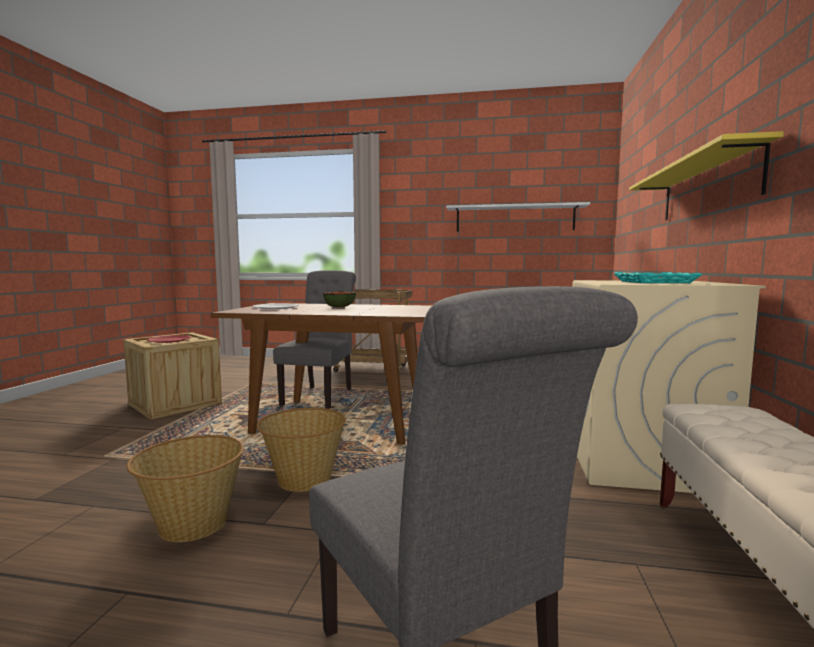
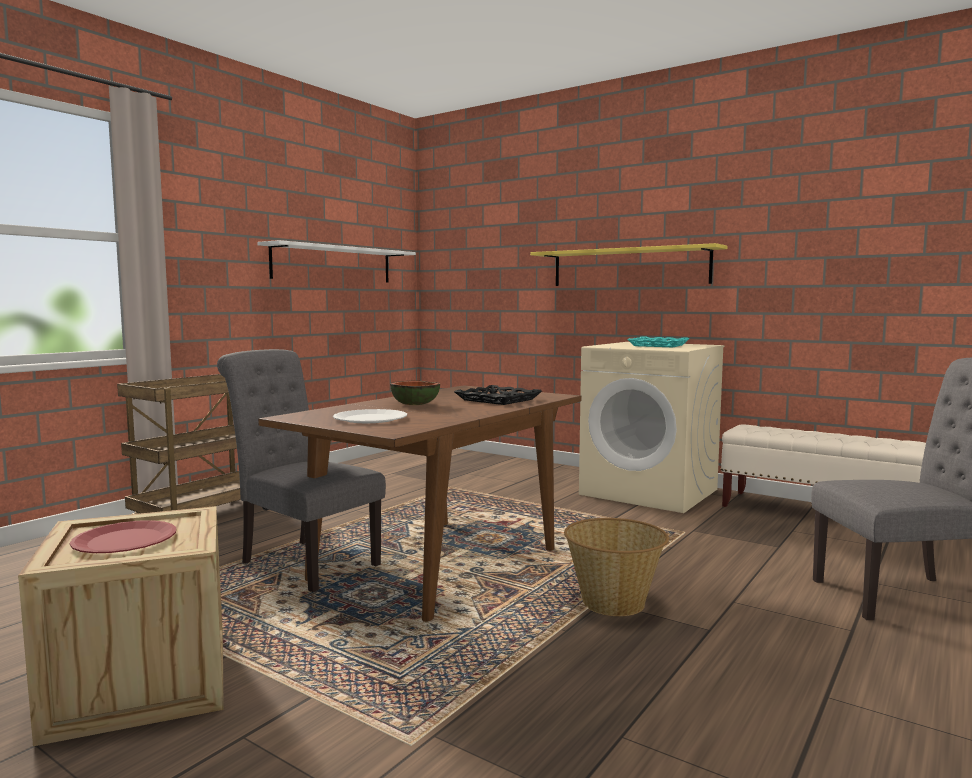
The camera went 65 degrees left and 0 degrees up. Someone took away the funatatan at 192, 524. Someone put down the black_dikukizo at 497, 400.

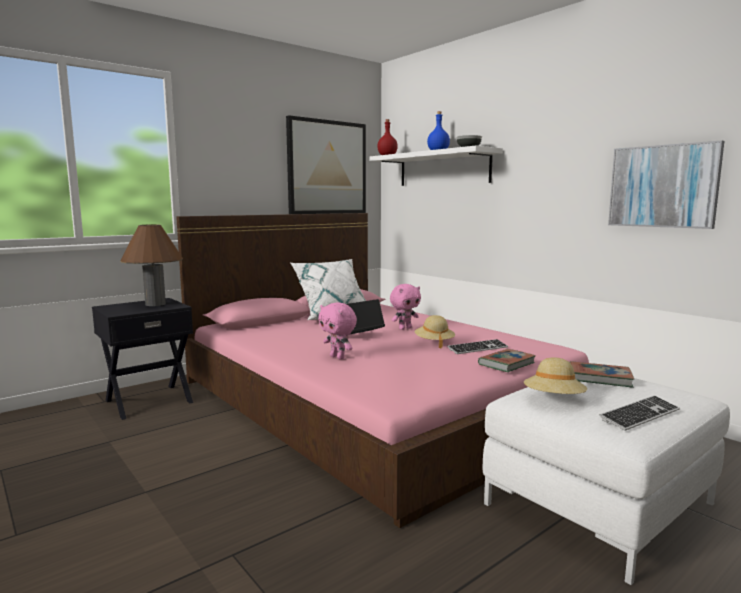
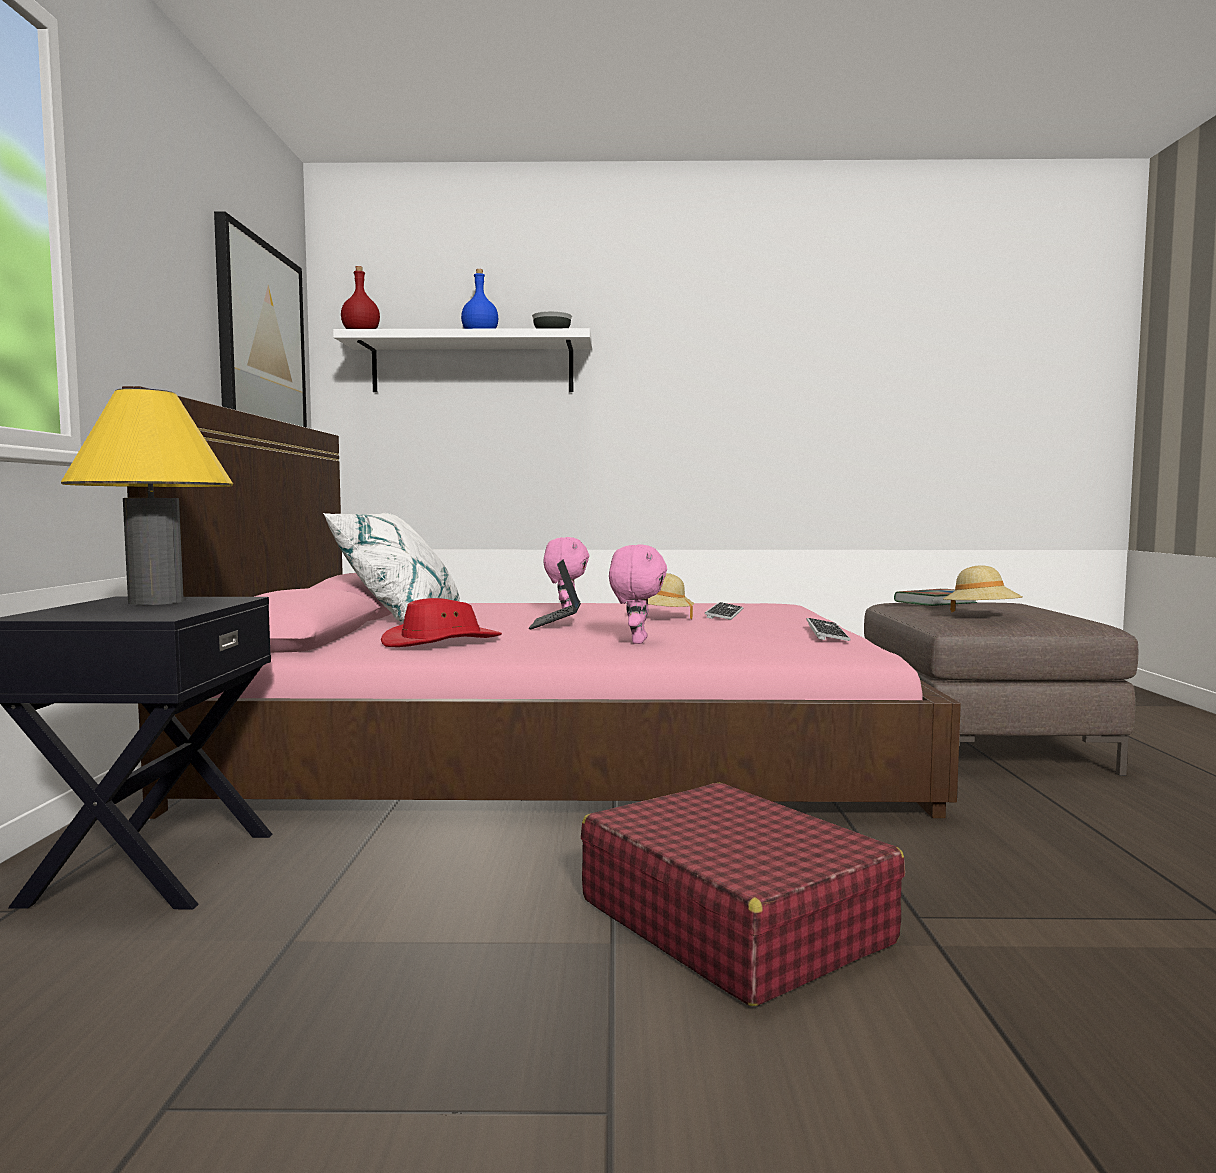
The camera went 50 degrees left and 5 degrees down. Someone took away the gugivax at 663, 186. Someone repainted the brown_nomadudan at 155, 304, which became the yellow_nomadudan at 156, 602. Someone rotated the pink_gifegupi at 338, 357 by 75 degrees counterclockwise. Someone took away the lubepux at 506, 364. Someone repainted the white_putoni at 598, 503, which became the brown_putoni at 978, 742. Someone carried the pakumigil from 640, 415 to 827, 632. Someone put down the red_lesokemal at 441, 642. Someone put down the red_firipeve at 732, 921.

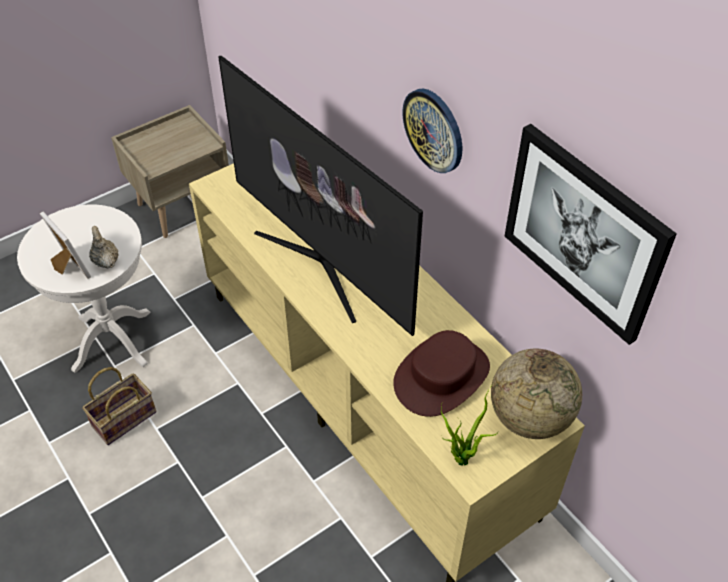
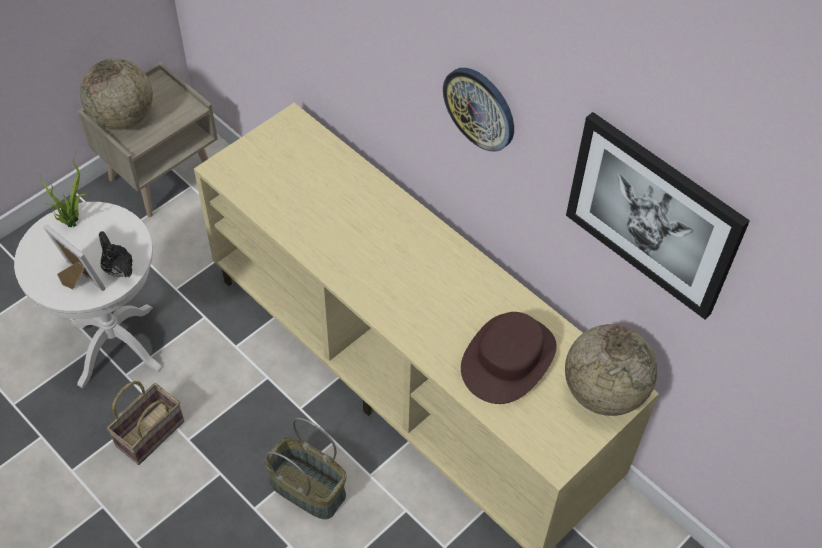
The camera went 10 degrees left and 5 degrees up. Someone took away the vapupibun at 321, 263. Someone repainted the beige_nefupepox at 106, 261, which became the black_nefupepox at 118, 268. Someone carried the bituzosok from 461, 456 to 71, 220. Someone put down the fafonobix at 123, 118. Someone put down the funatatan at 309, 488.

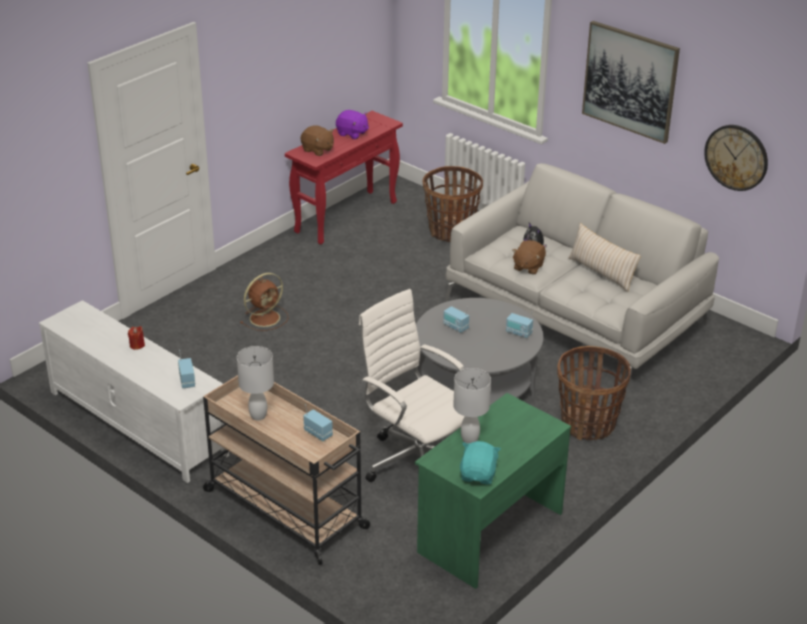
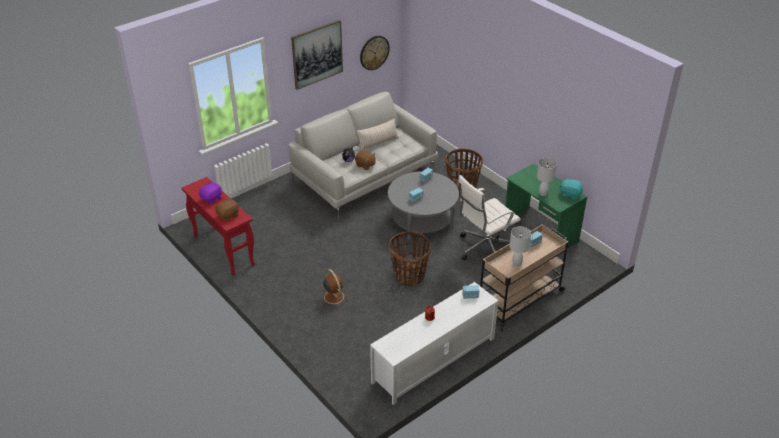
The camera went 80 degrees left and 5 degrees up. Someone carried the funatatan from 451, 231 to 409, 275.

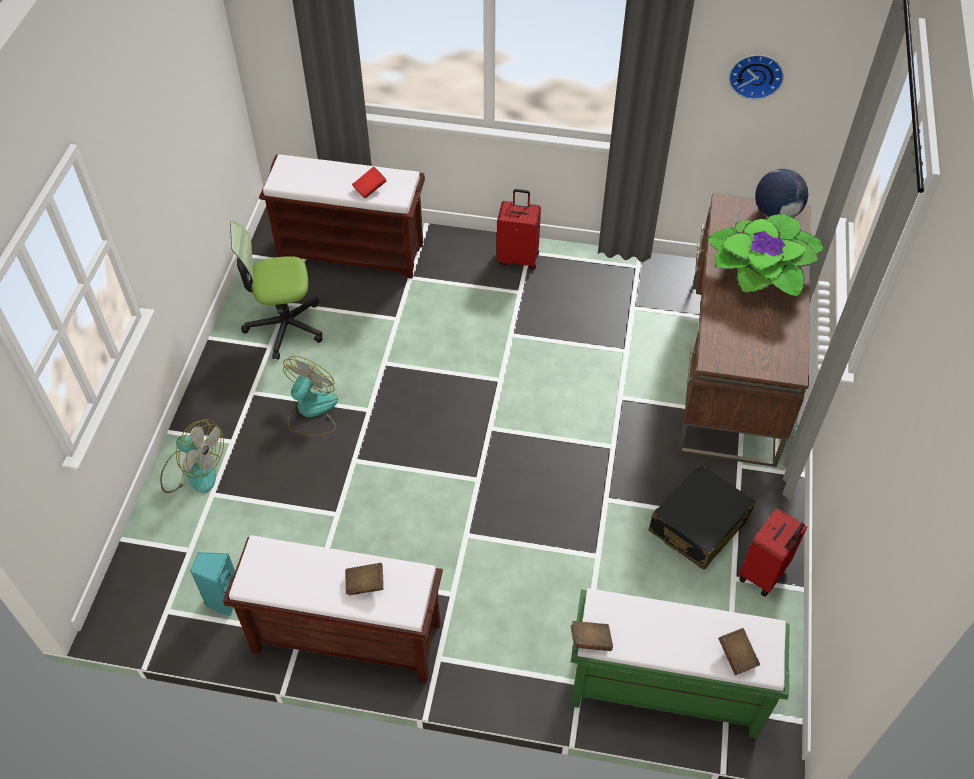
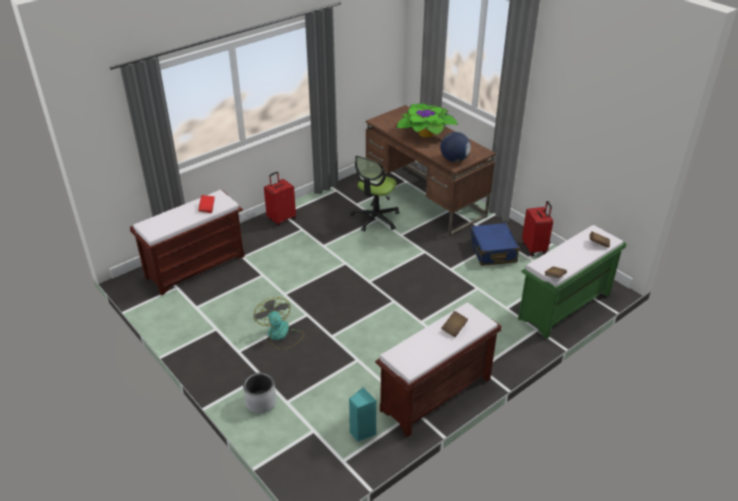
The camera went 50 degrees left and 15 degrees down. Someone took away the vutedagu at 756, 74. Someone carried the fafonobix from 775, 213 to 454, 160. Someone carried the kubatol from 285, 326 to 375, 219. Someone swapped the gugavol at 193, 470 for the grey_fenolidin at 261, 402. Someone repainted the black_firipeve at 698, 525, which became the blue_firipeve at 492, 251.

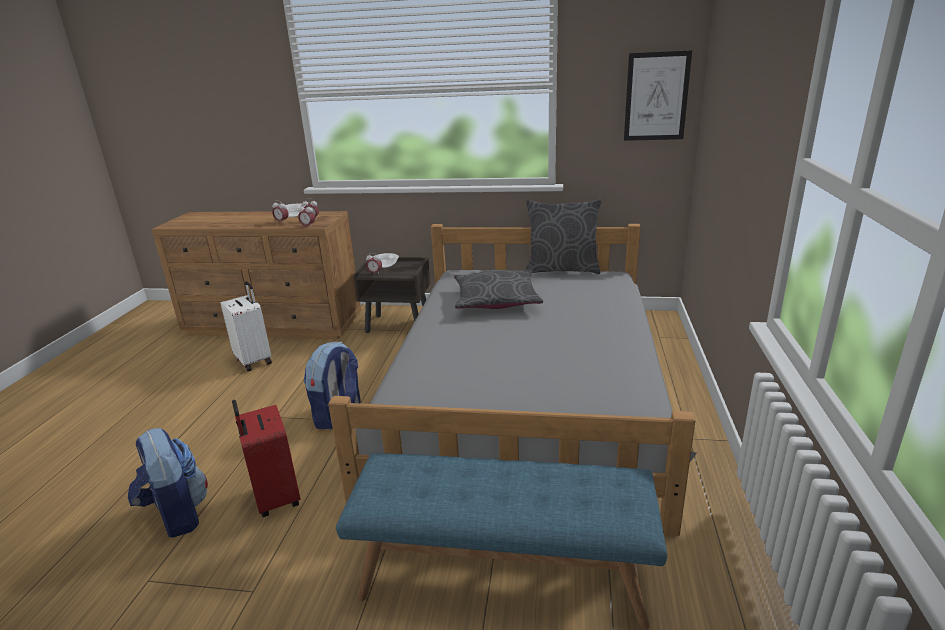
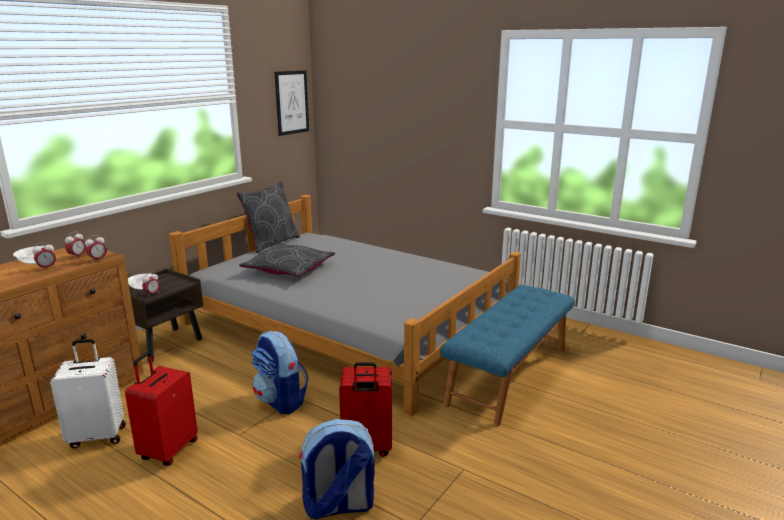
The camera went 65 degrees left and 5 degrees down. Someone put down the red_firipeve at 168, 450.

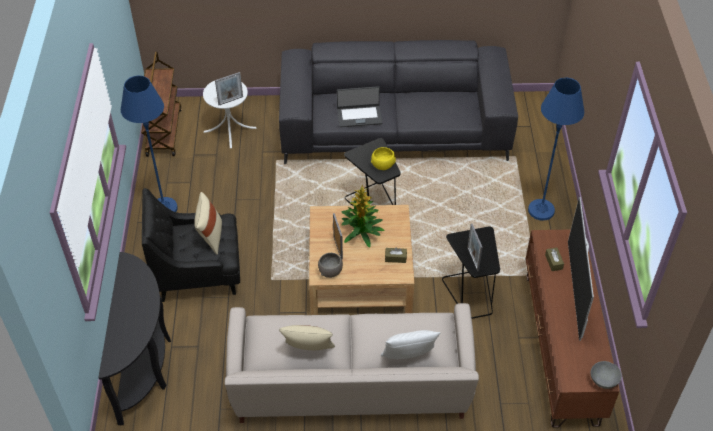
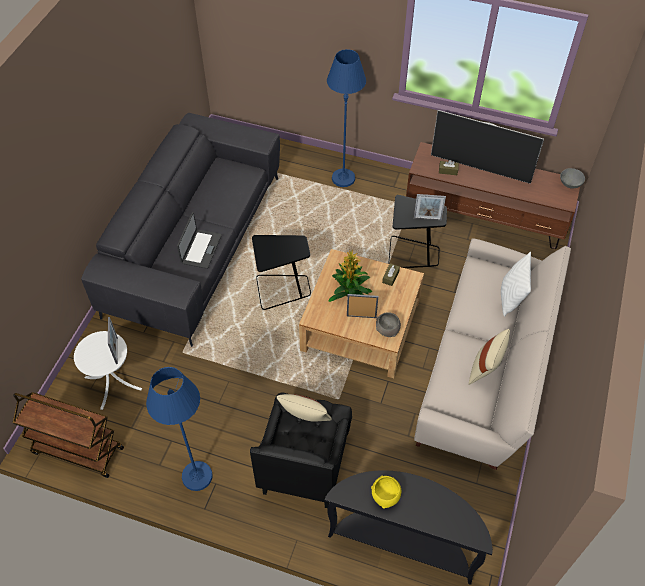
The camera went 70 degrees left and 5 degrees up. Someone carried the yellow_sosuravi from 383, 165 to 385, 496.

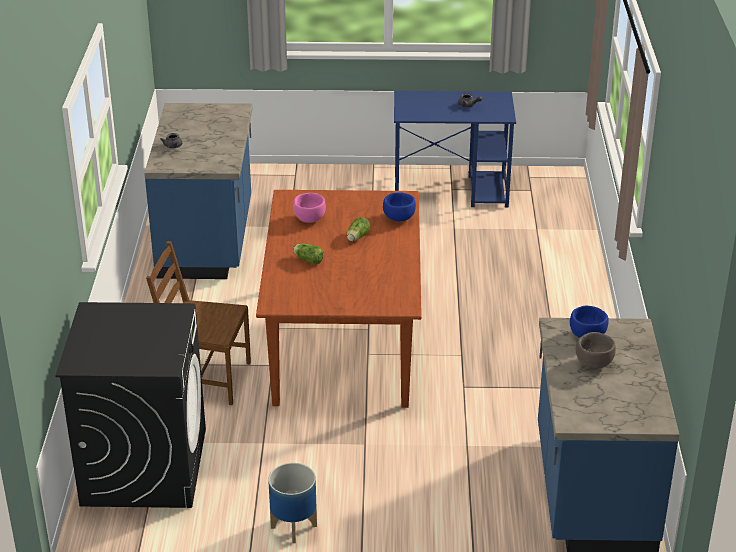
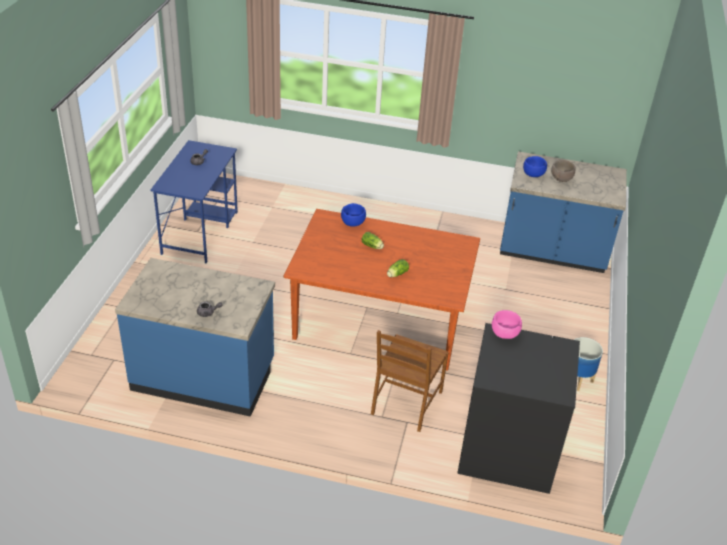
The camera went 80 degrees left and 5 degrees up. Someone carried the pink_sosuravi from 309, 219 to 504, 334.

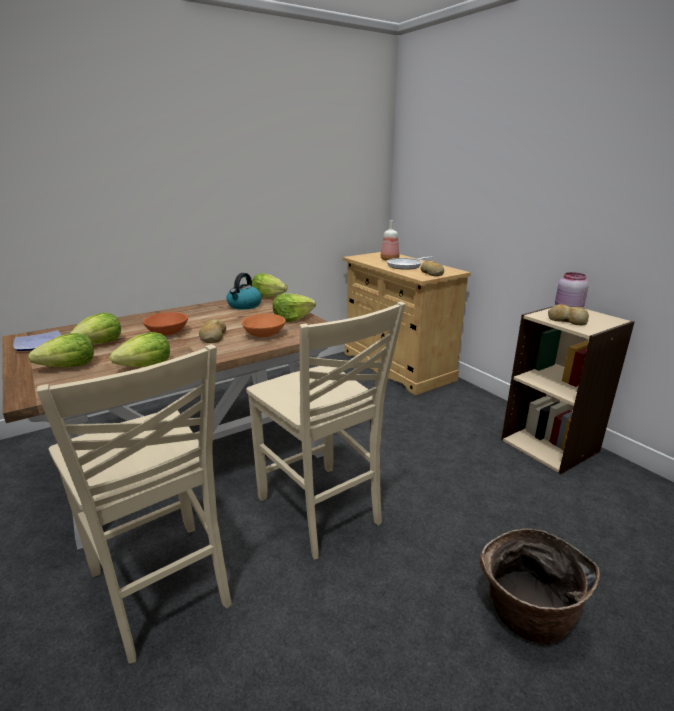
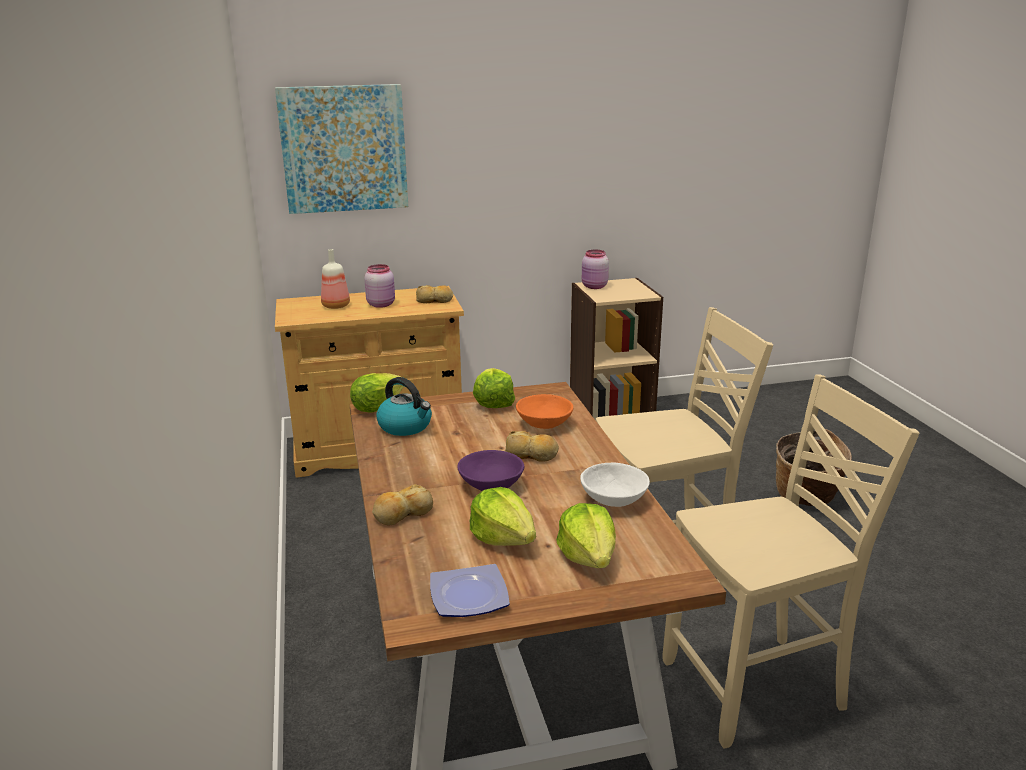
The camera went 70 degrees left and 0 degrees up. Someone swapped the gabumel at 406, 266 for the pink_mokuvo at 381, 304. Someone carried the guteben from 566, 320 to 402, 513. Someone repainted the orange_sosuravi at 167, 333, which became the purple_sosuravi at 491, 485. Someone swapped the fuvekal at 146, 366 for the white_sosuravi at 614, 499. Someone put up the gugivax at 344, 149.

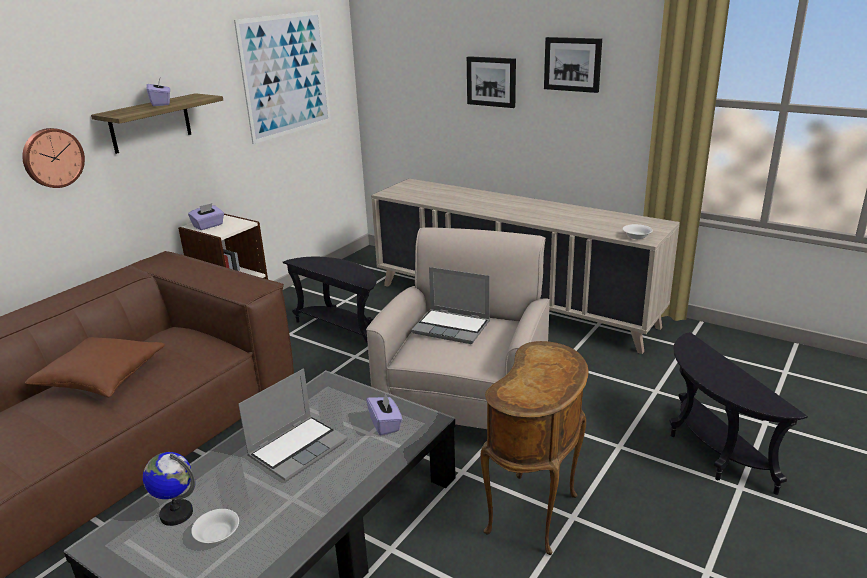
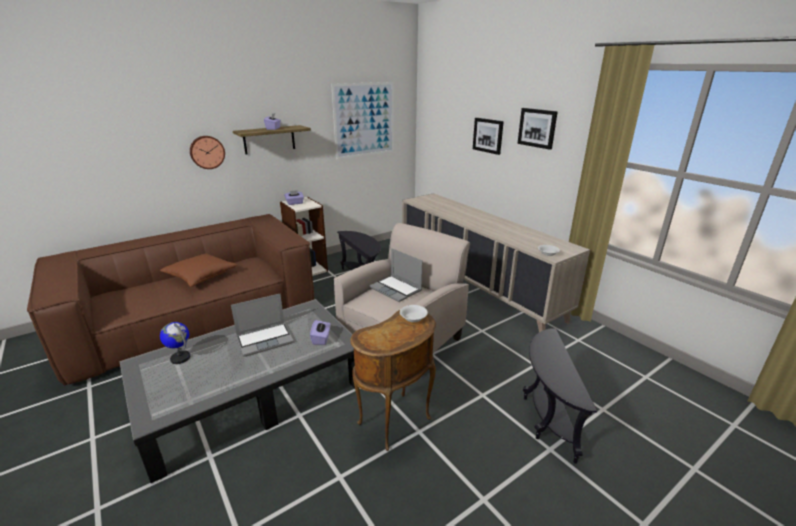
The camera went 20 degrees right and 0 degrees up. Someone carried the white_sosuravi from 218, 534 to 413, 318.

